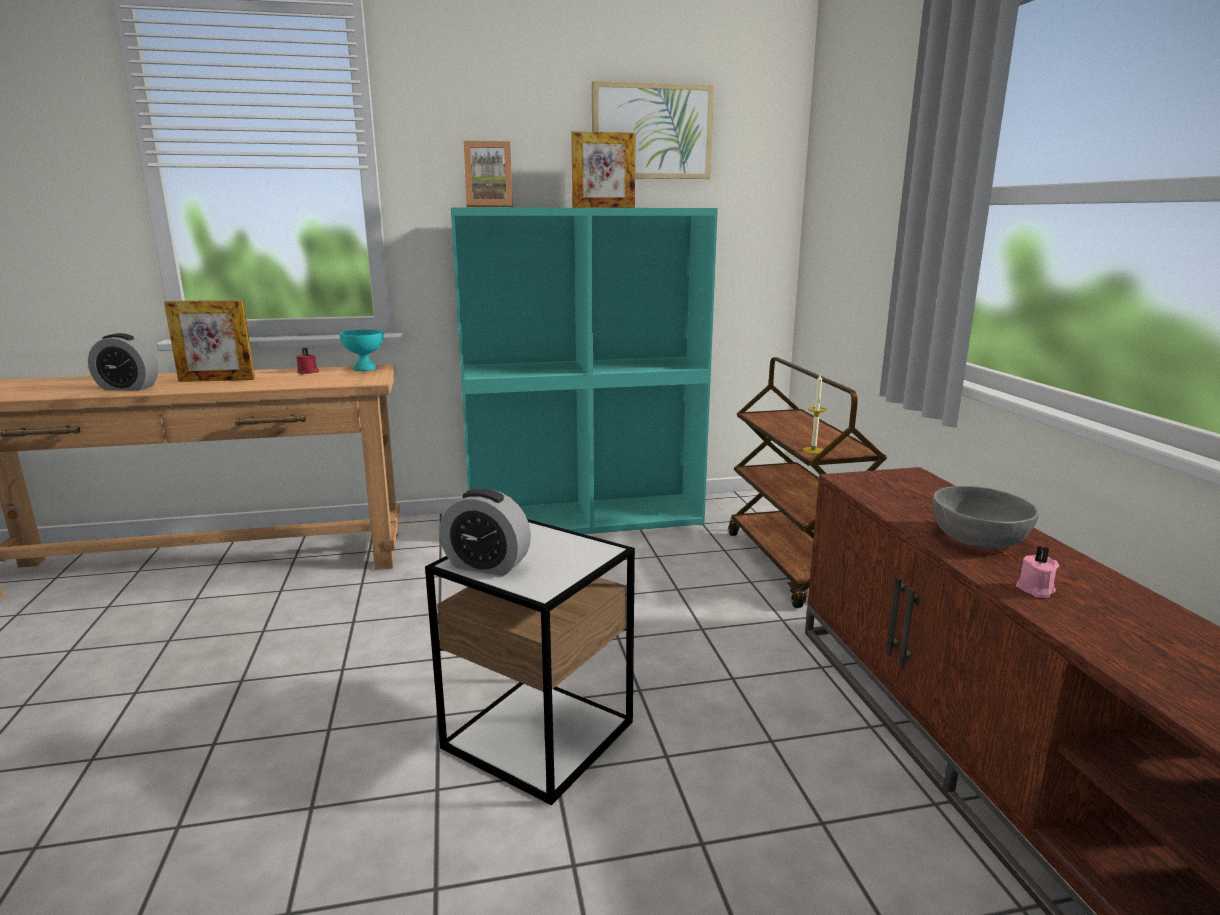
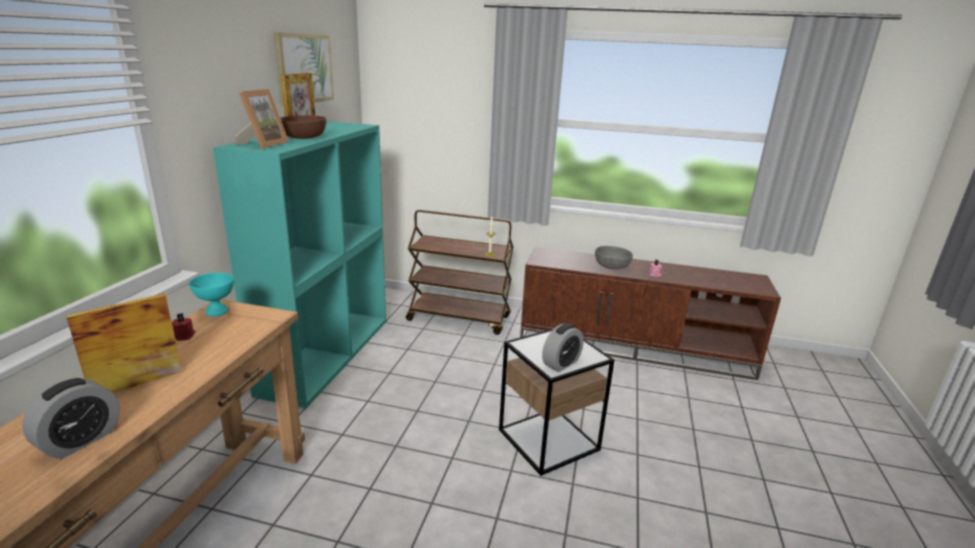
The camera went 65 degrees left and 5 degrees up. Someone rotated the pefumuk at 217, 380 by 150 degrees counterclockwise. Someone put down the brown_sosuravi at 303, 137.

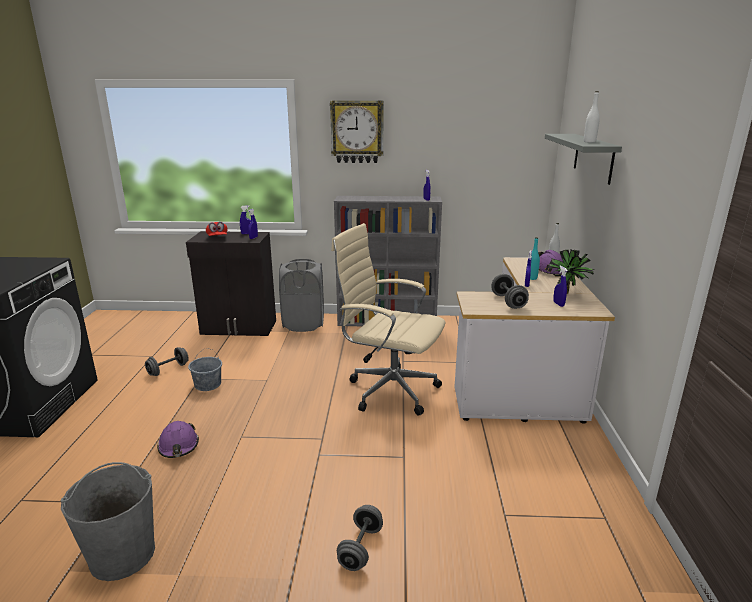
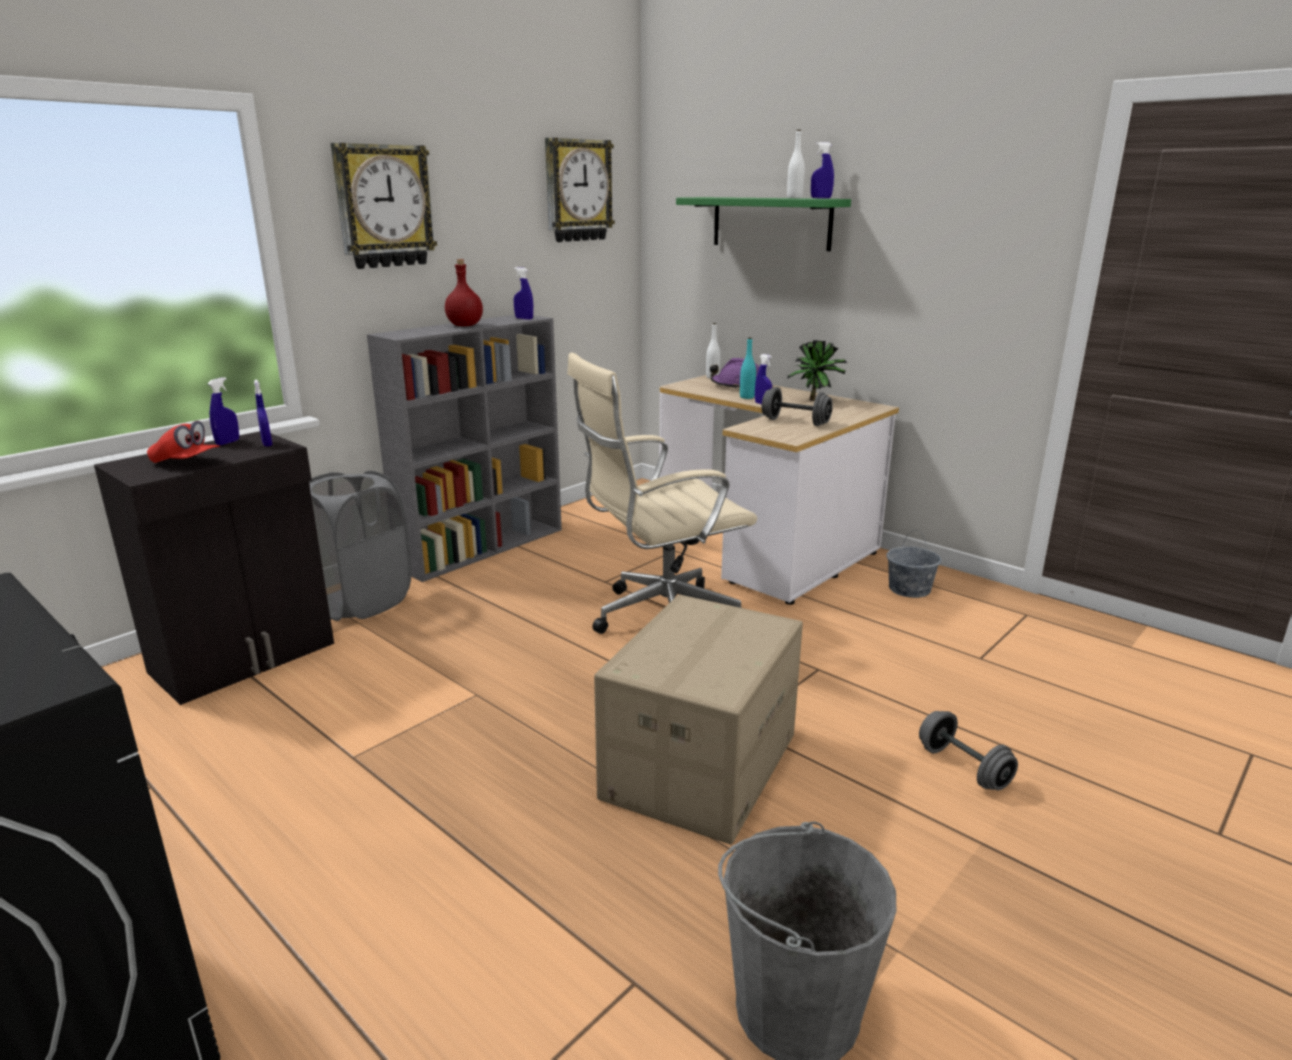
The camera went 50 degrees left and 0 degrees up. Someone repainted the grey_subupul at 593, 157, which became the green_subupul at 771, 223. Someone carried the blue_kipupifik from 558, 304 to 821, 198. Someone took away the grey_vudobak at 168, 369. Someone carried the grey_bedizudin from 208, 384 to 909, 589. Someone took away the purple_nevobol at 178, 446. Someone put up the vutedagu at 577, 190. Someone put down the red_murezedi at 465, 325. Someone put down the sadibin at 699, 765.

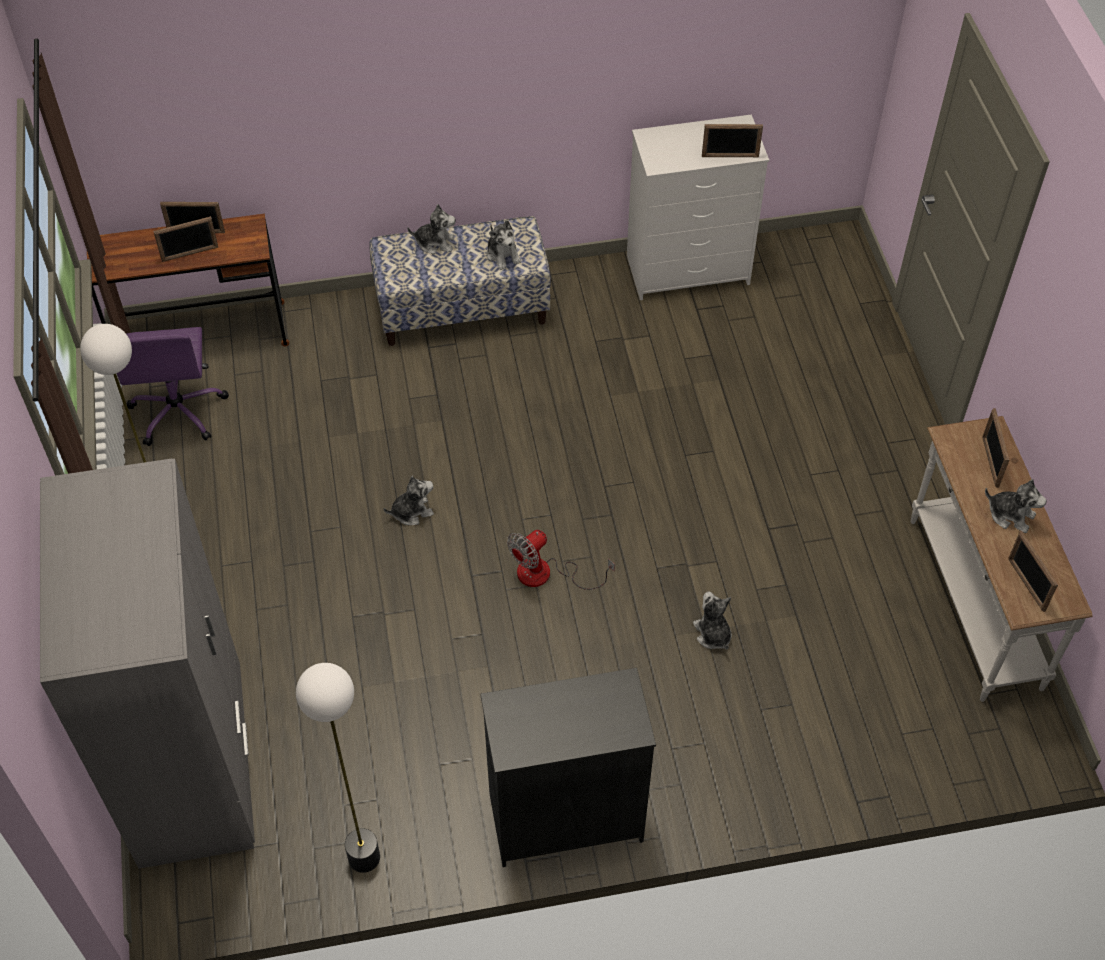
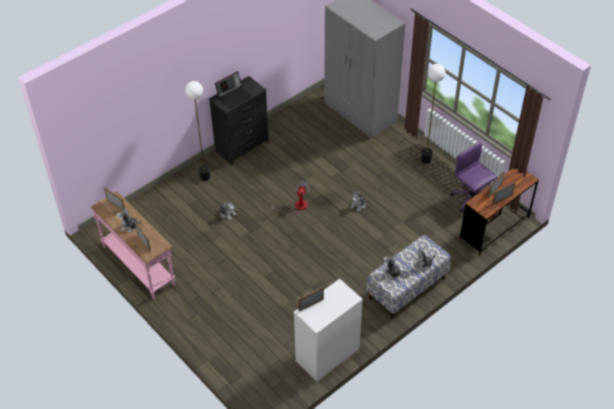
The camera went 150 degrees right and 5 degrees down. Someone repainted the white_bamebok at 972, 603, which became the pink_bamebok at 139, 265. Someone carried the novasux from 364, 857 to 204, 176. Someone put down the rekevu at 234, 96.

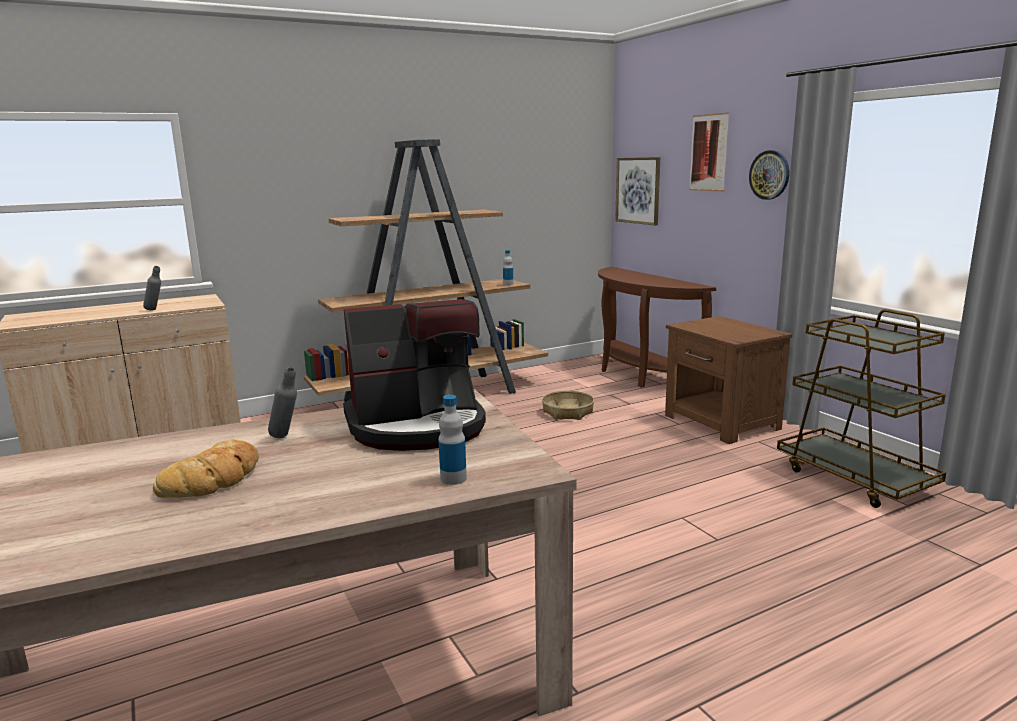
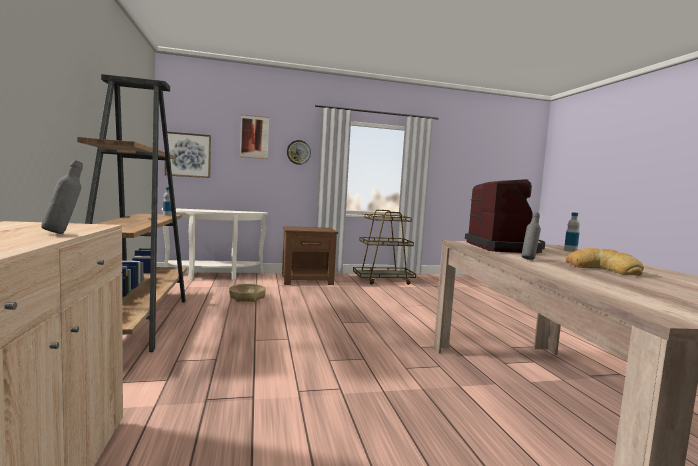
The camera went 75 degrees left and 10 degrees down. Someone repainted the brown_bamebok at 638, 375, which became the white_bamebok at 213, 276.

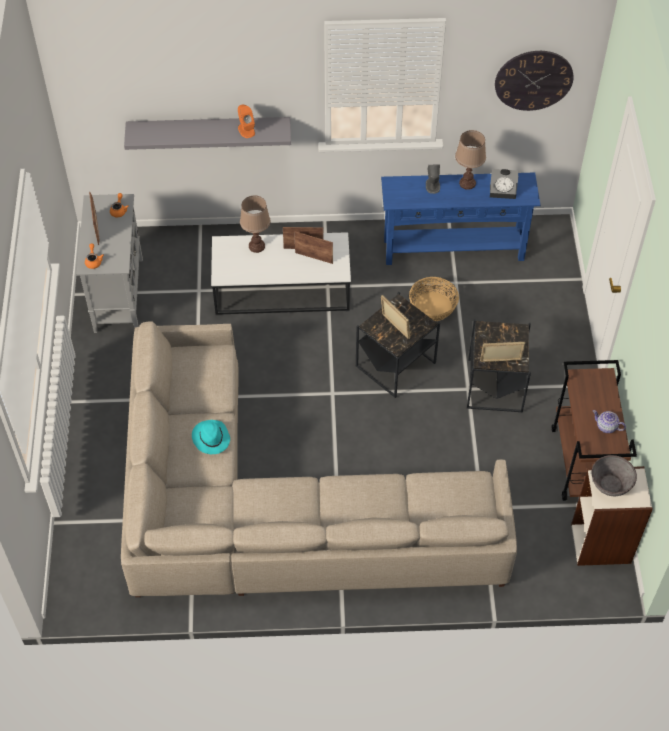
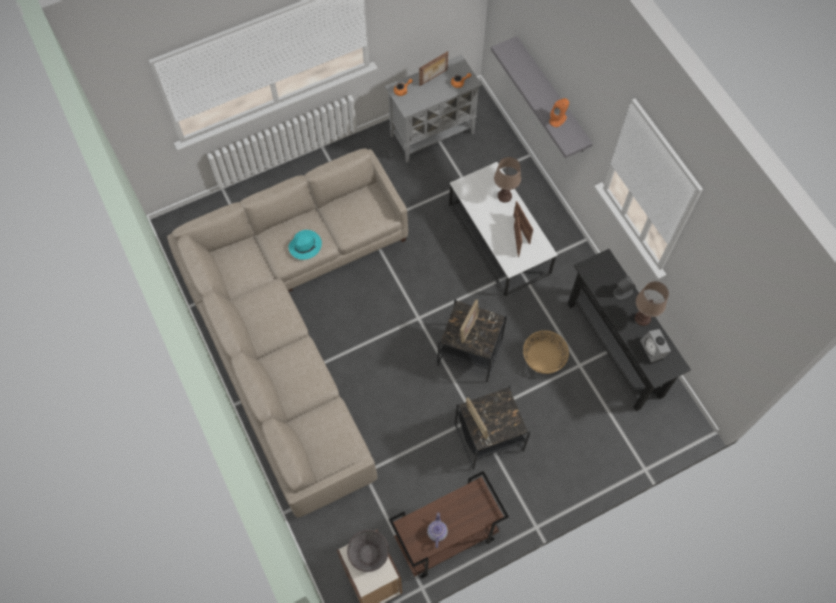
The camera went 65 degrees right and 10 degrees up. Someone took away the vutedagu at 533, 80. Someone repainted the blue_bamebok at 453, 249, which became the black_bamebok at 615, 349.

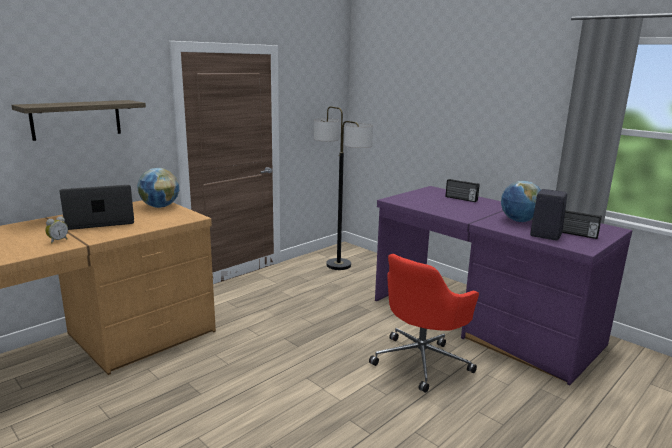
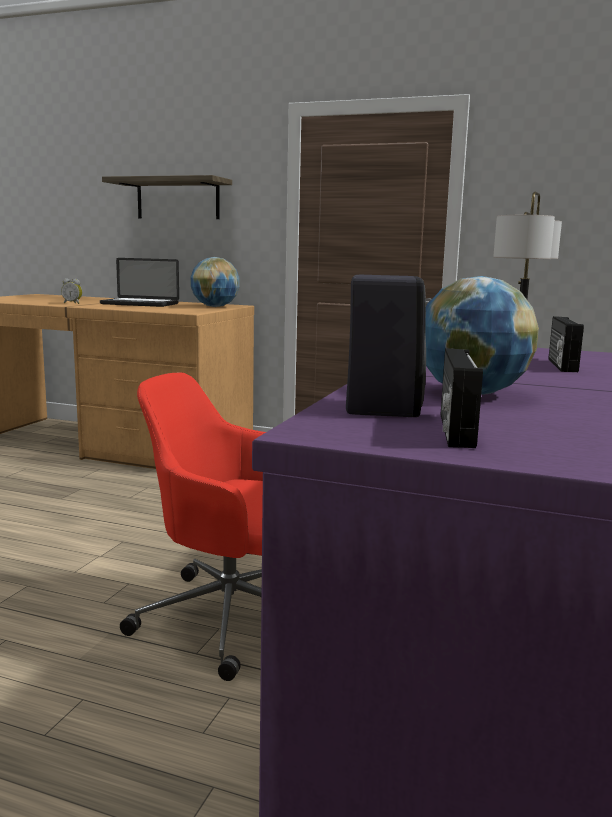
The camera went 65 degrees right and 5 degrees down. Someone rotated the rekevu at 100, 222 by 150 degrees clockwise.

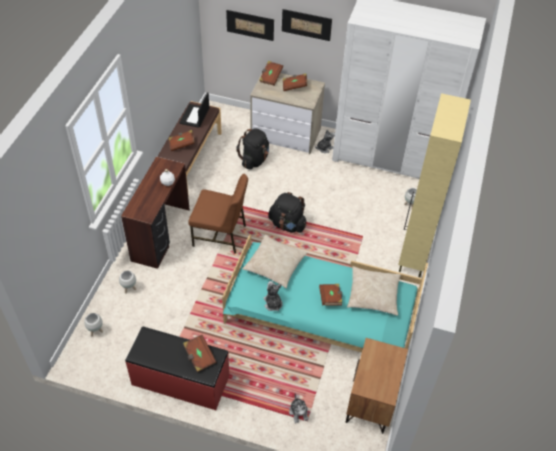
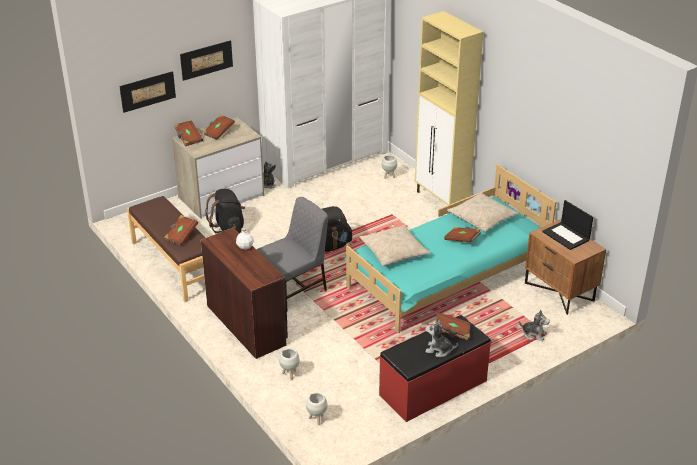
The camera went 50 degrees left and 15 degrees down. Someone carried the rekevu from 194, 116 to 566, 236. Someone repainted the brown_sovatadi at 220, 235, which became the grey_sovatadi at 294, 289. Someone carried the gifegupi from 272, 303 to 439, 350.

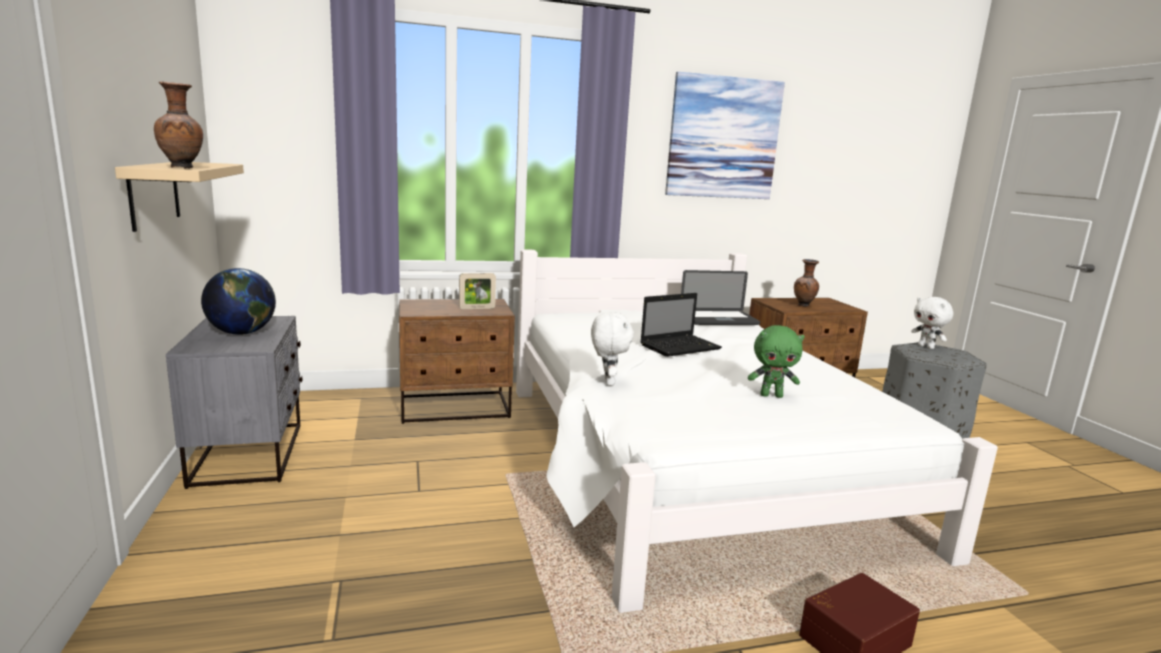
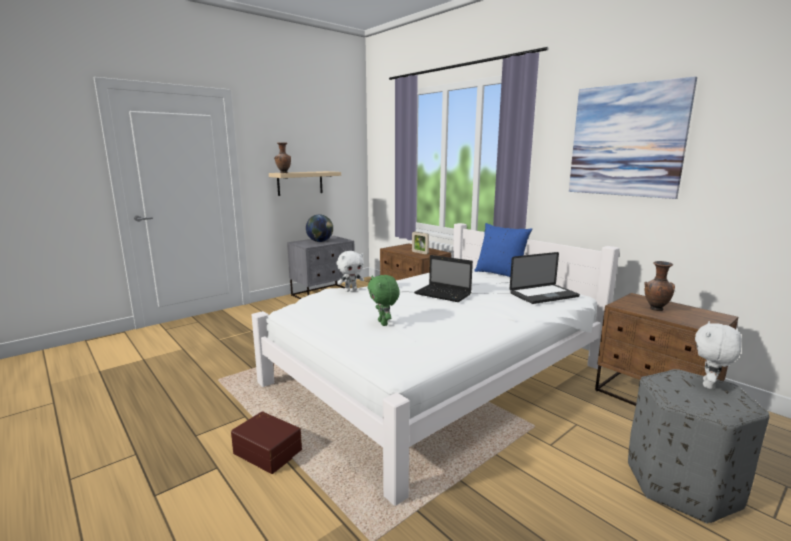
The camera went 65 degrees right and 0 degrees up. Someone rotated the rekevu at 718, 319 by 75 degrees counterclockwise. Someone put down the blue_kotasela at 500, 274.

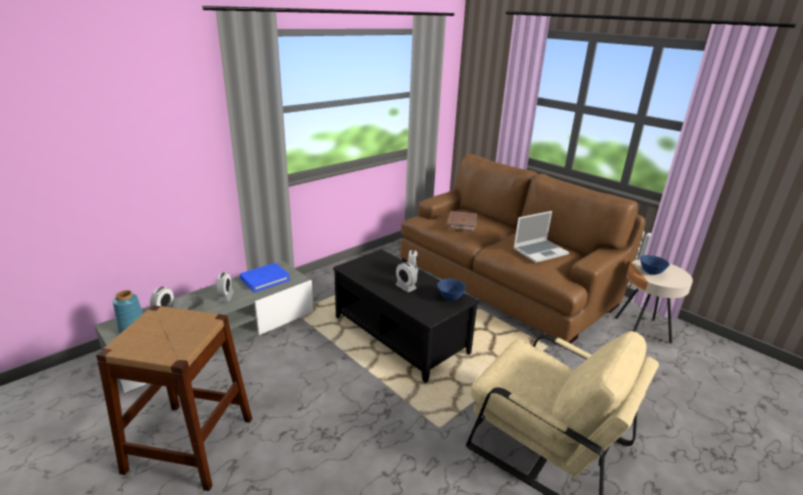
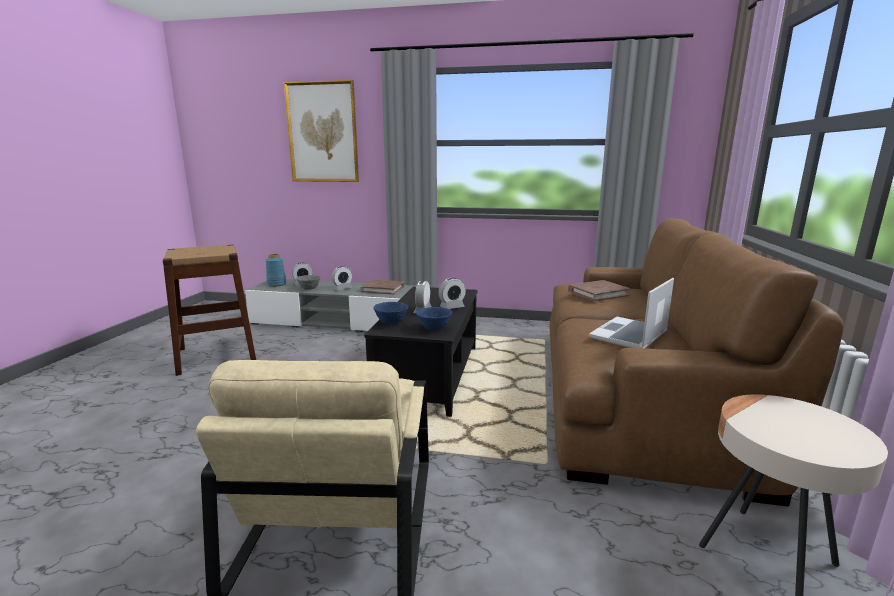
The camera went 55 degrees right and 10 degrees down. Someone rotated the rekevu at 540, 251 by 105 degrees clockwise. Someone carried the blue_sosuravi from 650, 272 to 391, 323. Someone repainted the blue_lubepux at 265, 279, which became the brown_lubepux at 383, 289. Someone put up the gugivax at 322, 133.

